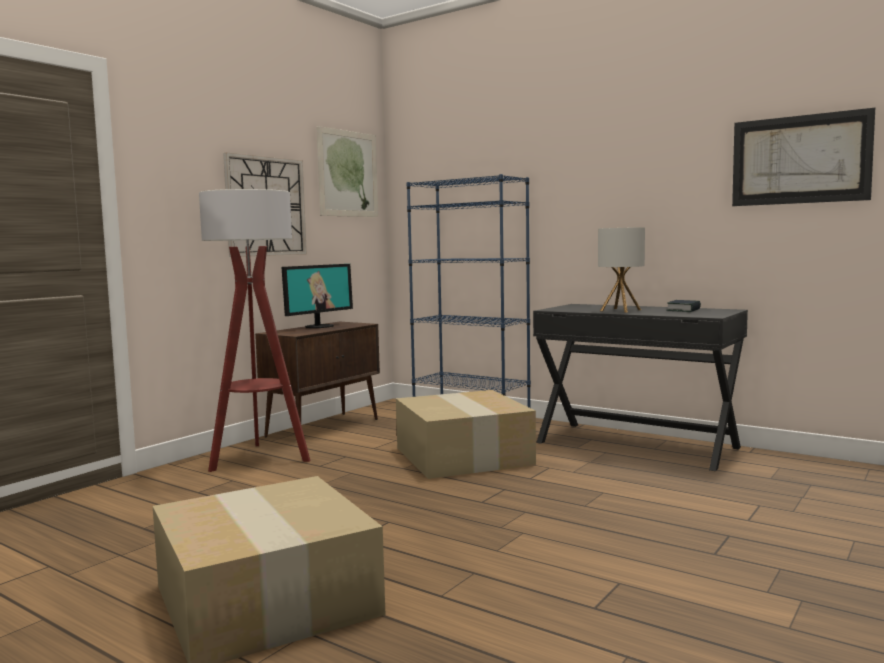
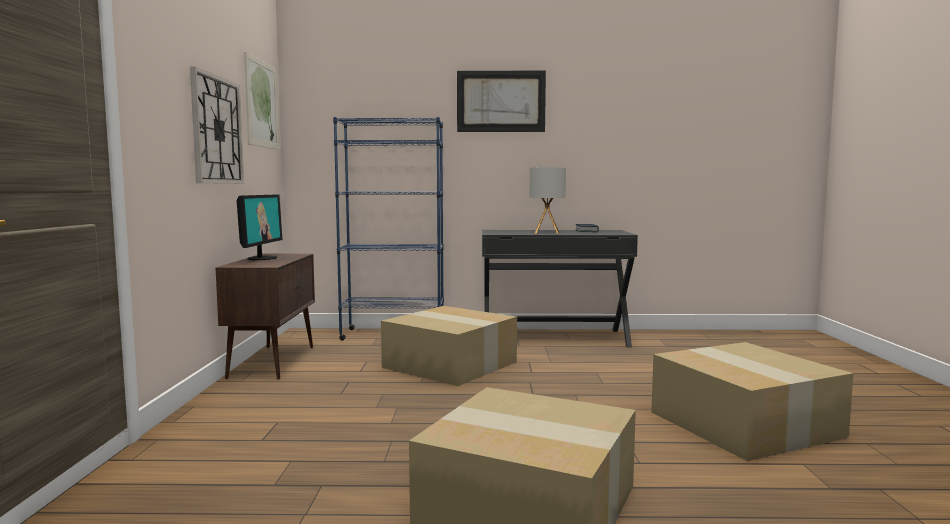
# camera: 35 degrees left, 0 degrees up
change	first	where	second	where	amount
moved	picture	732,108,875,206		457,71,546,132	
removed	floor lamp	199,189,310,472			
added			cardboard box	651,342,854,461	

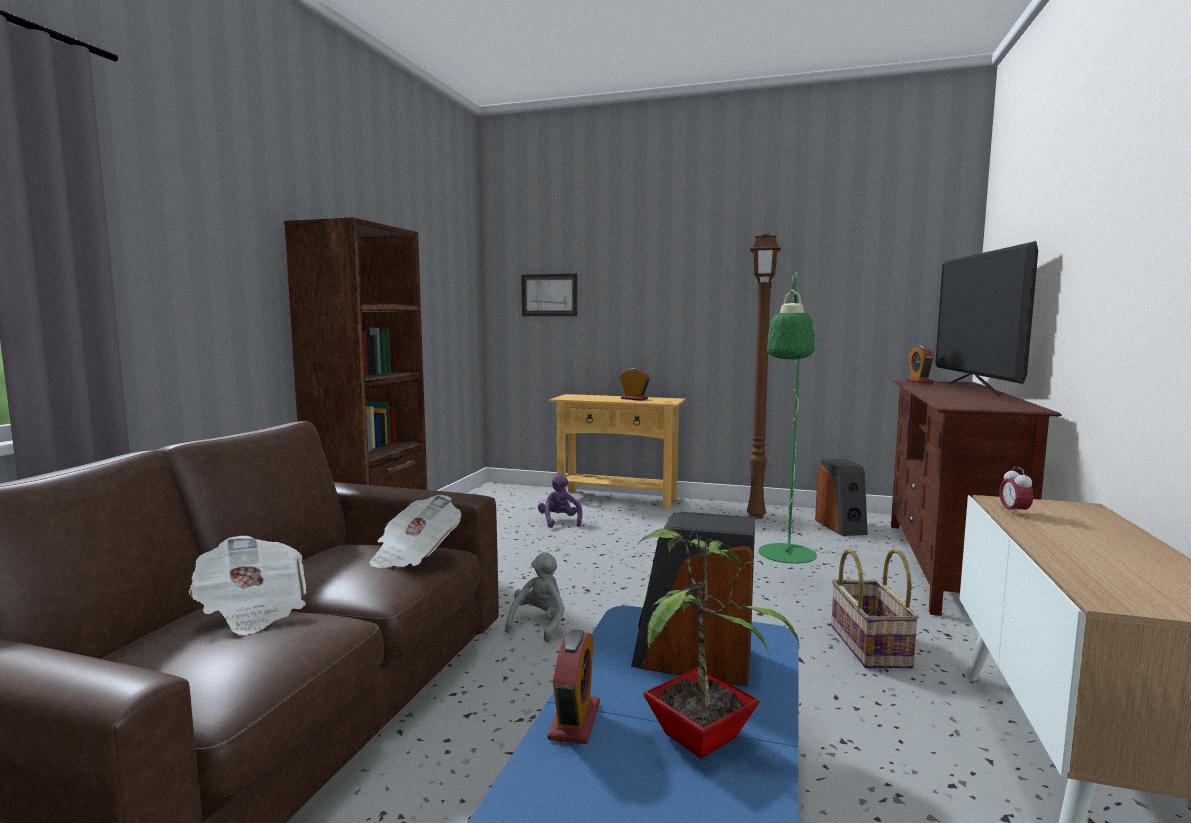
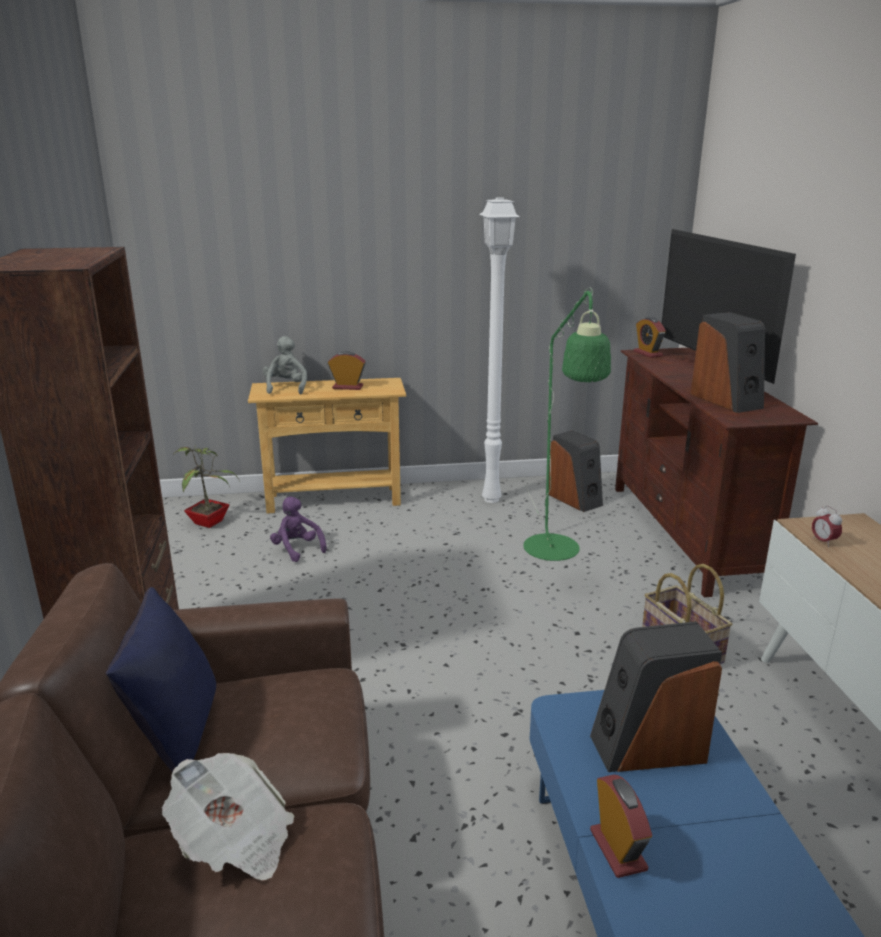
# camera: 25 degrees left, 15 degrees up
change	first	where	second	where	amount
recoloured	brown floor lamp	747,234,781,519	white floor lamp	480,197,520,503	
removed	picture	521,273,577,316			
removed	newspaper	369,495,461,568			
moved	potted plant	638,524,799,759		175,444,240,528	
moved	grey plush toy	505,552,564,642		263,336,307,394	
added			speaker	690,312,765,413	
added			blue pillow	106,587,216,772	

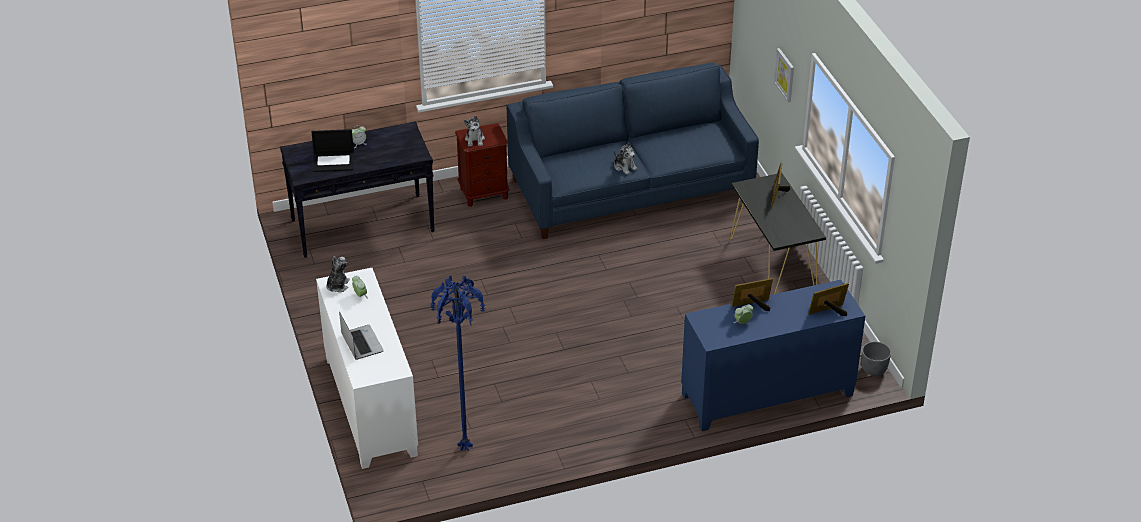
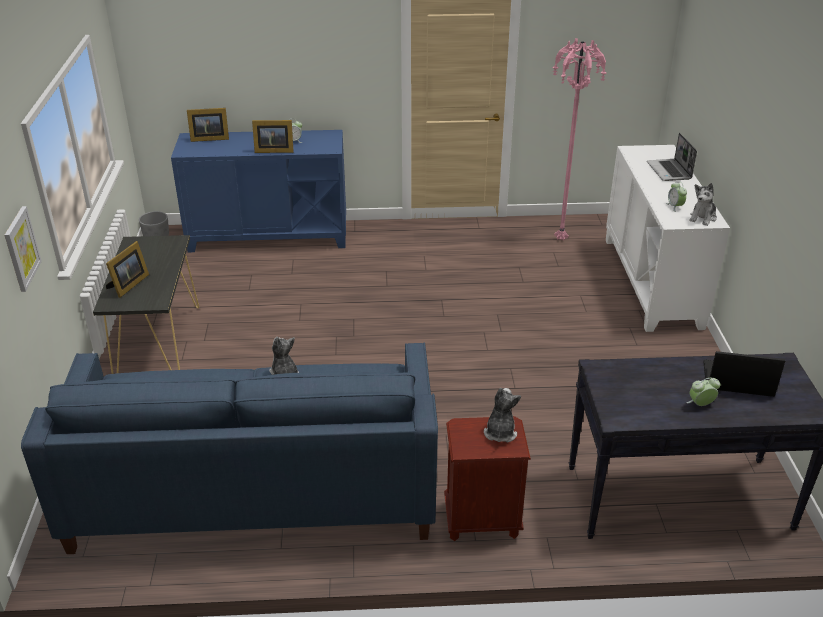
# camera: 165 degrees left, 5 degrees down
change	first	where	second	where	amount
recoloured	blue floor lamp	430,275,486,451	pink floor lamp	552,38,607,241	

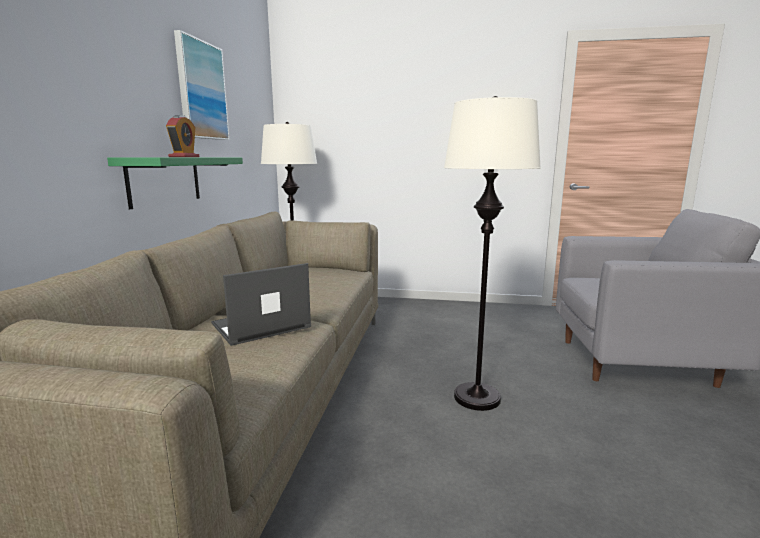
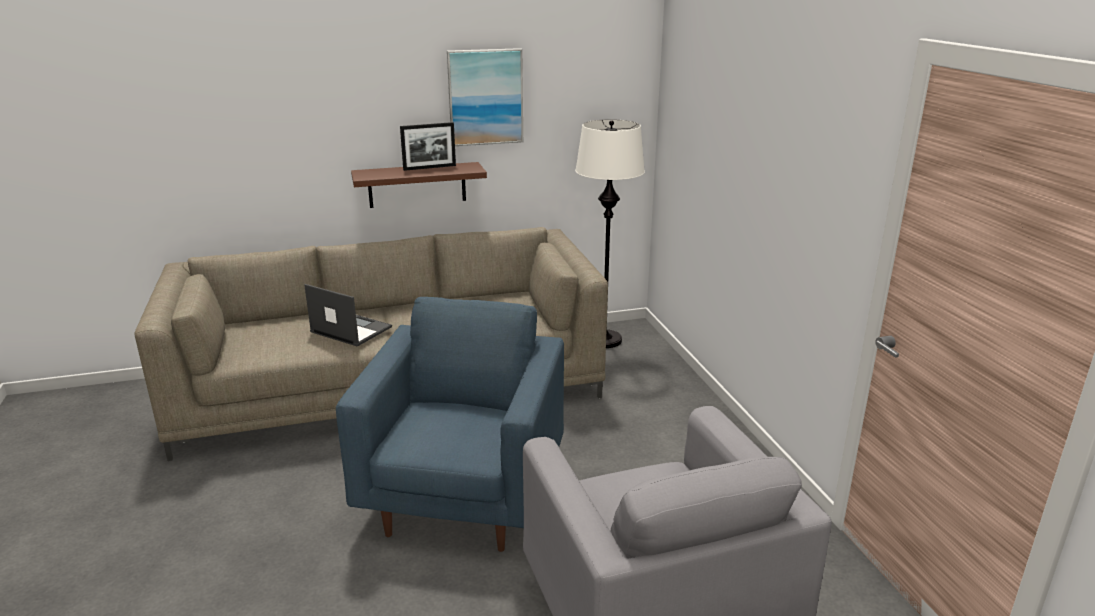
# camera: 65 degrees right, 10 degrees up
change	first	where	second	where	amount
replaced	white floor lamp	444,96,541,411	blue armchair	336,297,564,552	
replaced	alarm clock	166,115,199,157	picture frame	400,122,456,171	
recoloured	green shelf	107,158,243,209	brown shelf	351,162,487,208	

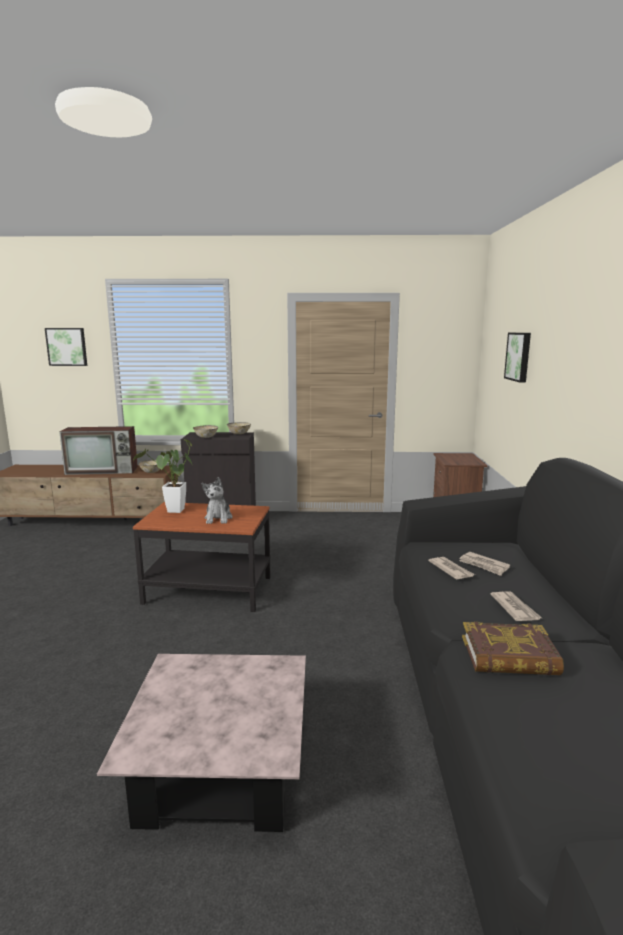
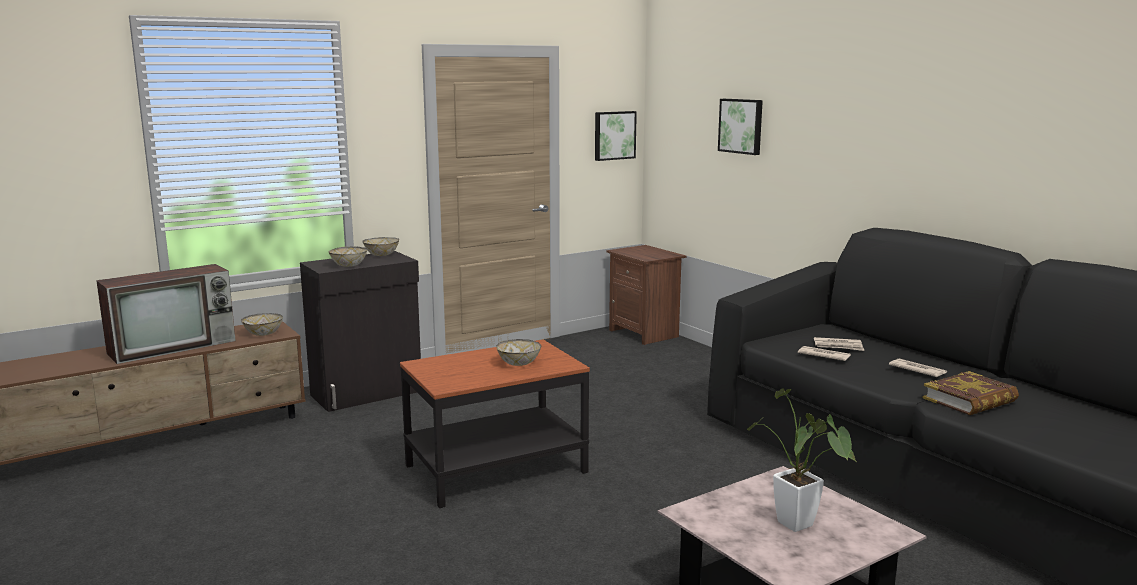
# camera: 35 degrees left, 0 degrees up
change	first	where	second	where	amount
moved	picture	45,328,87,366		595,111,637,161	
moved	potted plant	133,439,192,513		747,388,857,532	
replaced	plush toy	201,477,233,524	bowl	496,339,541,366	

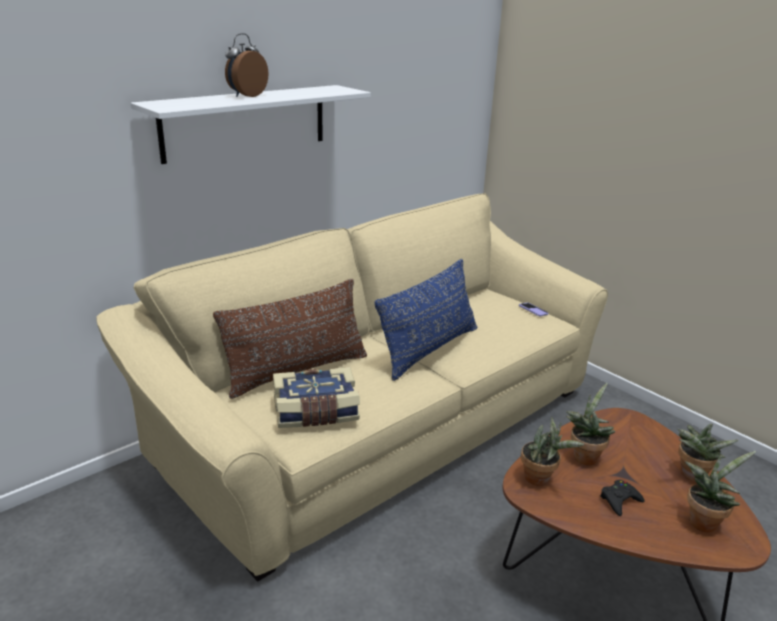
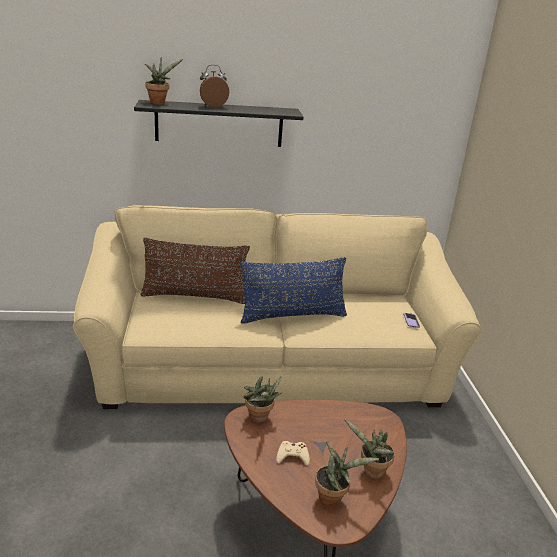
# camera: 35 degrees right, 0 degrees up
change	first	where	second	where	amount
recoloured	white shelf	131,85,371,164	black shelf	134,100,304,147	
removed	book	273,367,360,428			
moved	potted plant	566,382,615,465		145,57,183,104	
recoloured	black game controller	600,480,645,516	beige game controller	276,441,310,466	

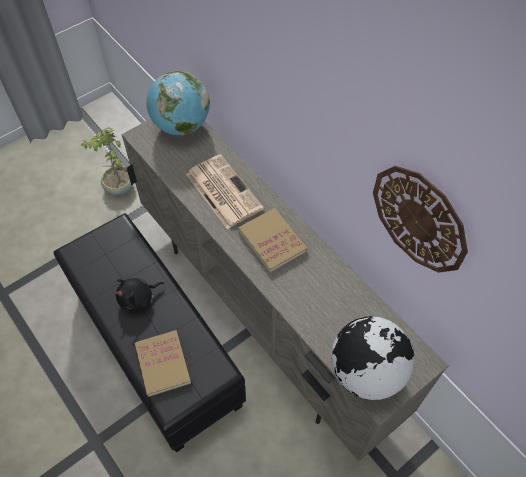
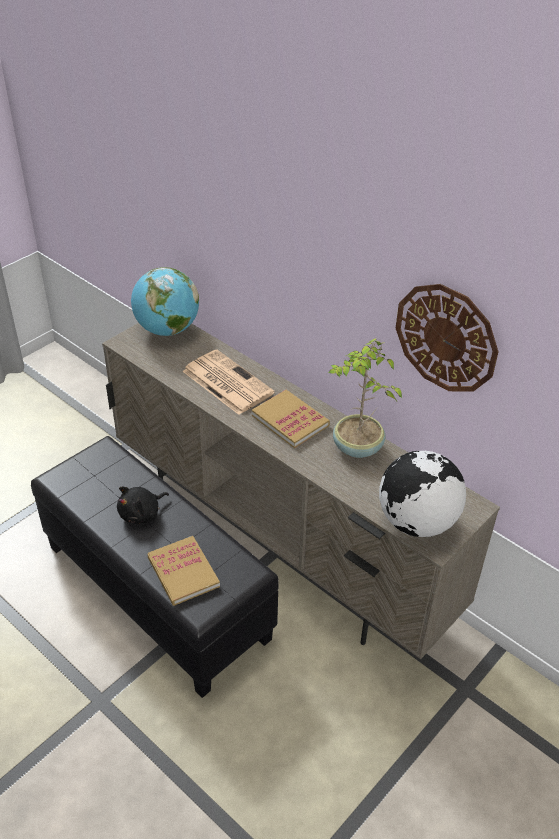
# camera: 10 degrees left, 15 degrees down
change	first	where	second	where	amount
moved	potted plant	81,127,133,195		328,338,402,458	

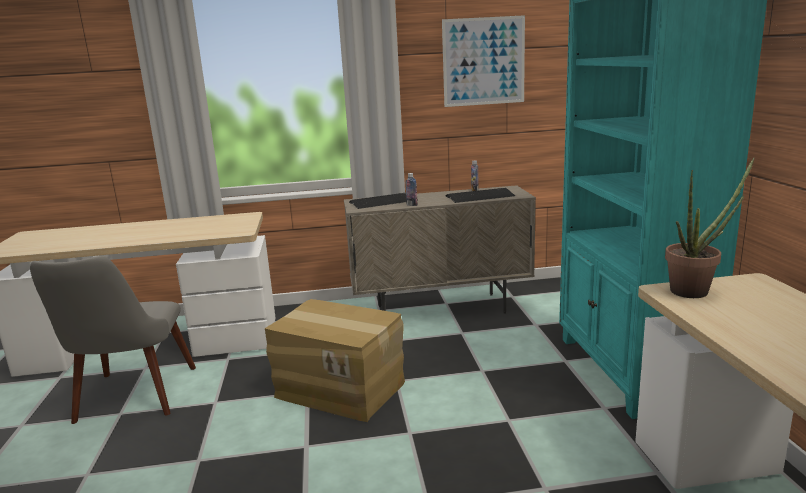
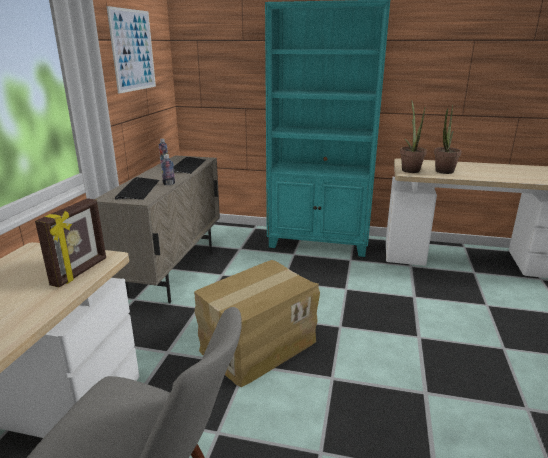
# camera: 70 degrees left, 5 degrees up
change	first	where	second	where	amount
added			potted plant	434,105,462,174	
added			picture frame	35,198,106,287	

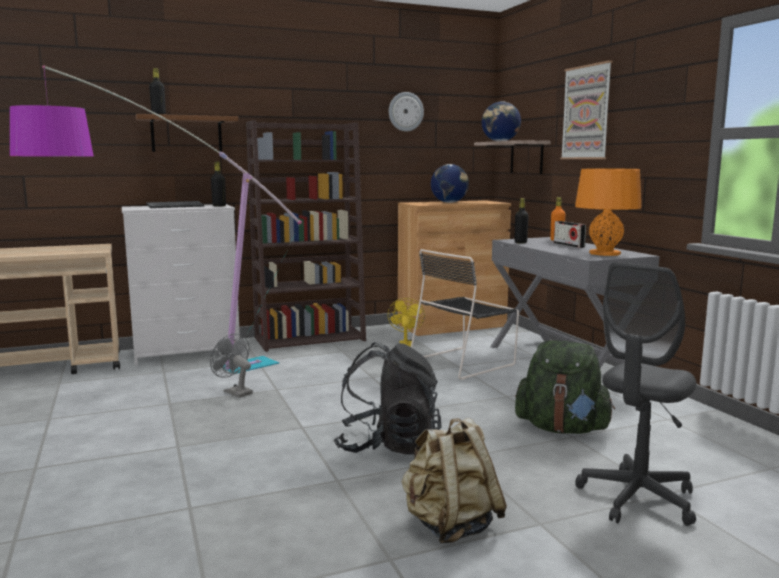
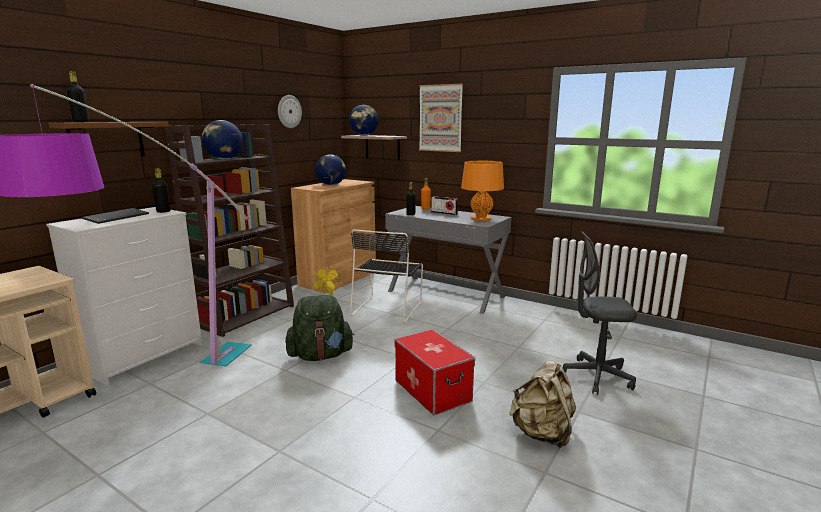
# camera: 35 degrees left, 5 degrees up
change	first	where	second	where	amount
turned	grey office chair	575,262,696,526		562,231,637,395	90 degrees clockwise
removed	grey fan	210,334,253,398			
moved	green backpack	515,340,615,434		285,295,354,361	
replaced	black backpack	334,343,442,455	storage box	395,329,475,415	
added			globe	202,120,243,160	

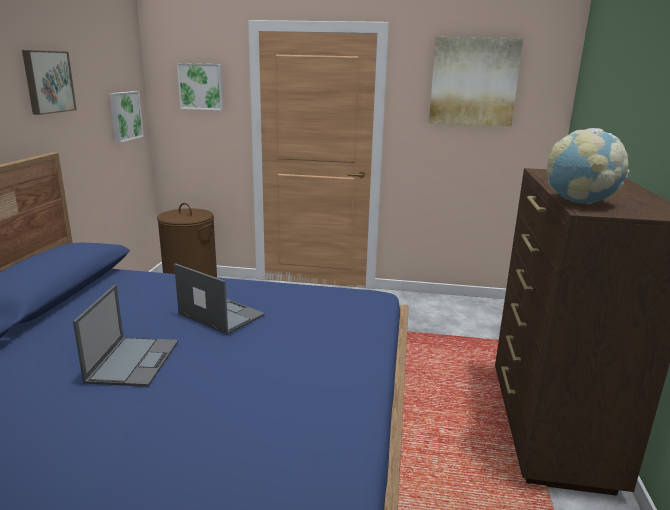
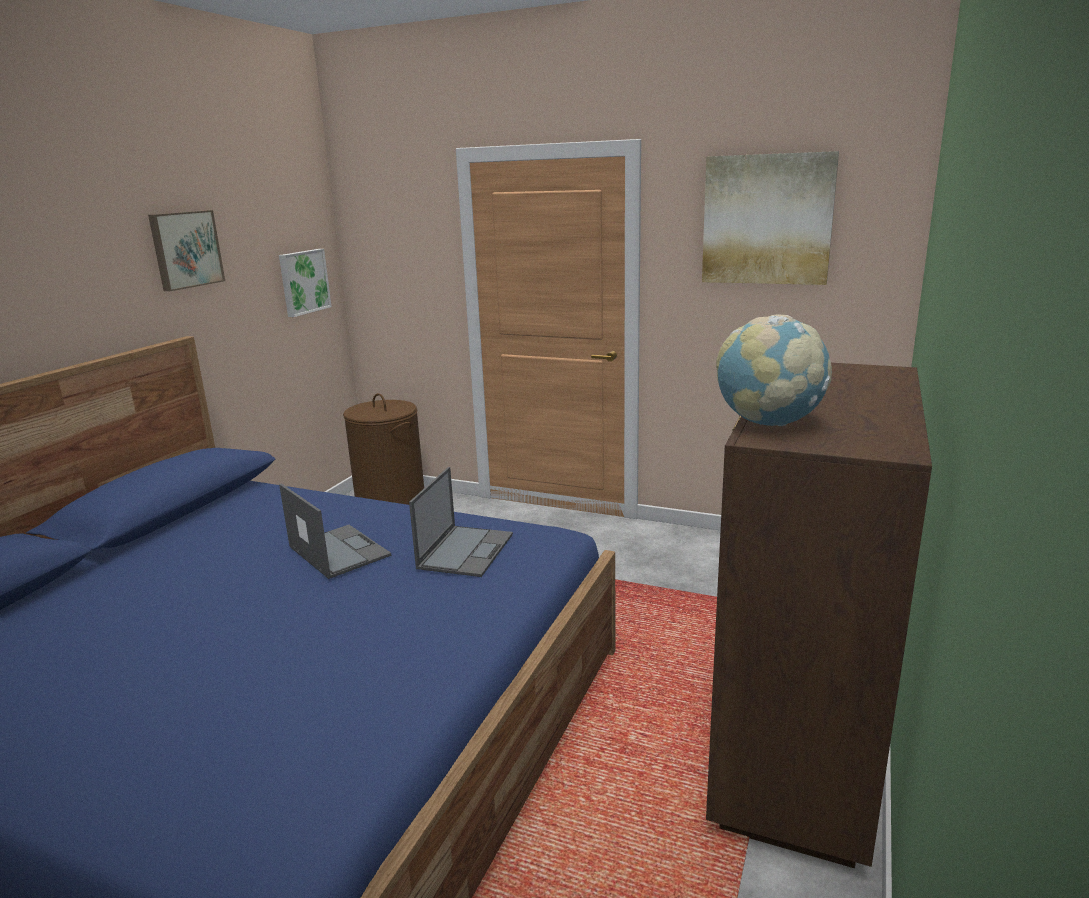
# camera: 15 degrees right, 0 degrees up
change	first	where	second	where	amount
removed	picture	177,63,224,111			
moved	laptop	73,285,178,387		409,467,513,577	

